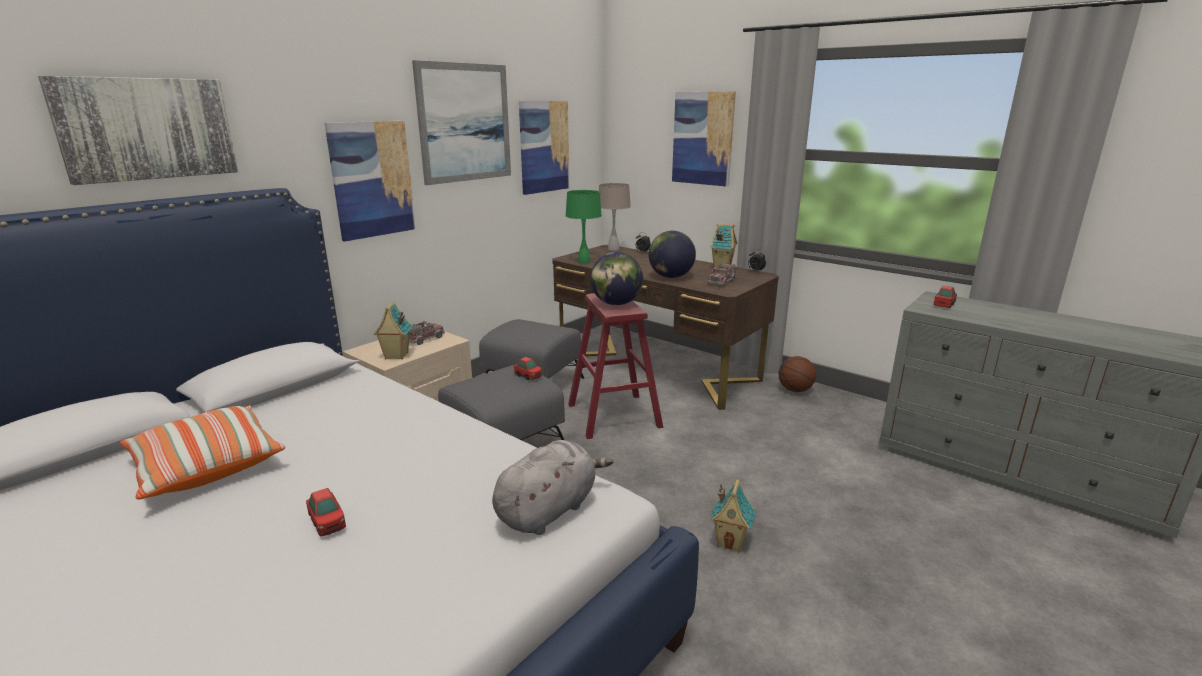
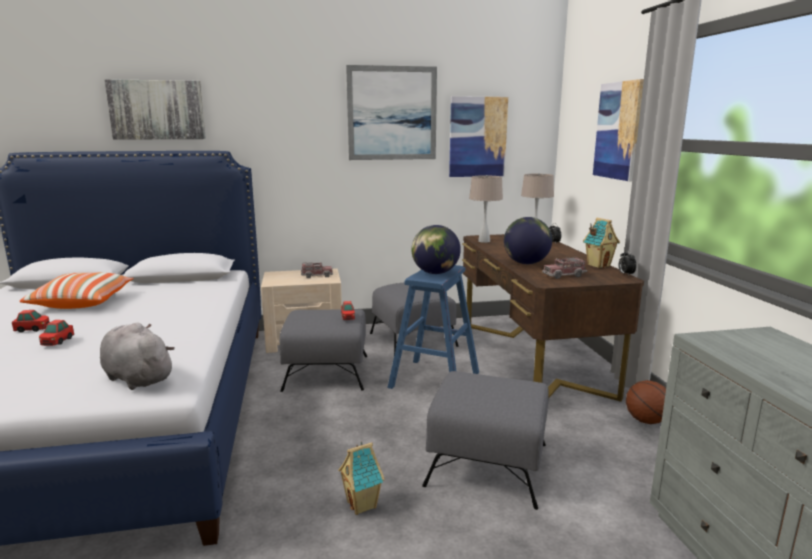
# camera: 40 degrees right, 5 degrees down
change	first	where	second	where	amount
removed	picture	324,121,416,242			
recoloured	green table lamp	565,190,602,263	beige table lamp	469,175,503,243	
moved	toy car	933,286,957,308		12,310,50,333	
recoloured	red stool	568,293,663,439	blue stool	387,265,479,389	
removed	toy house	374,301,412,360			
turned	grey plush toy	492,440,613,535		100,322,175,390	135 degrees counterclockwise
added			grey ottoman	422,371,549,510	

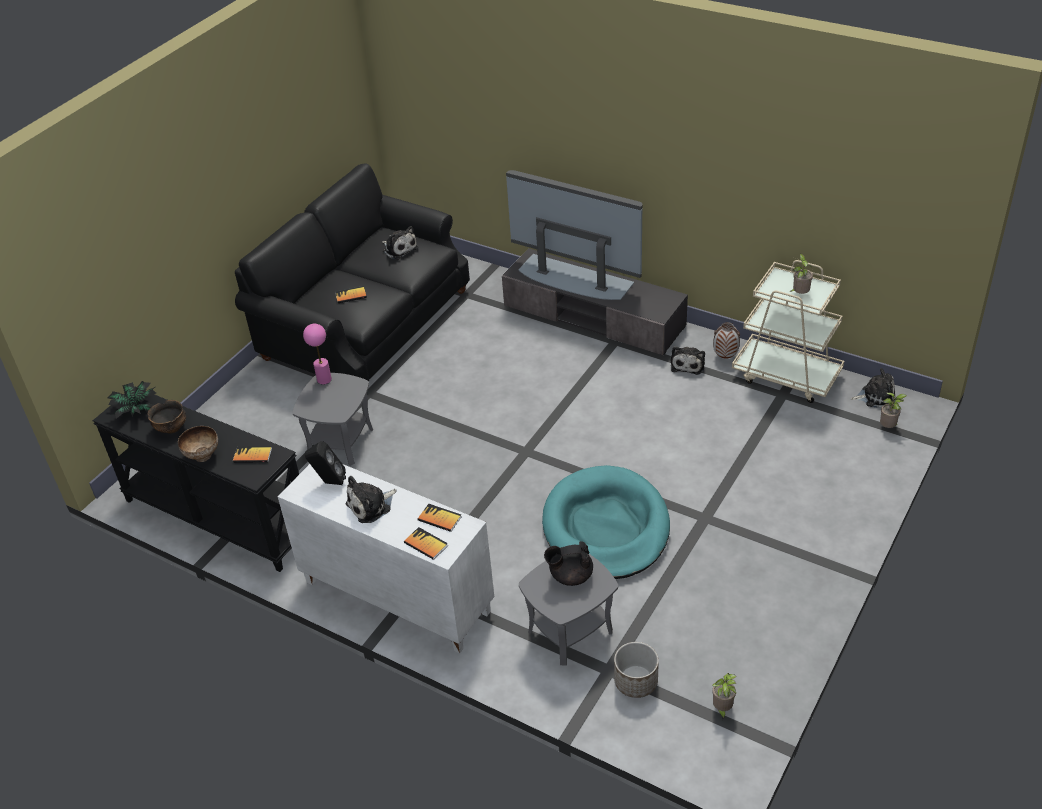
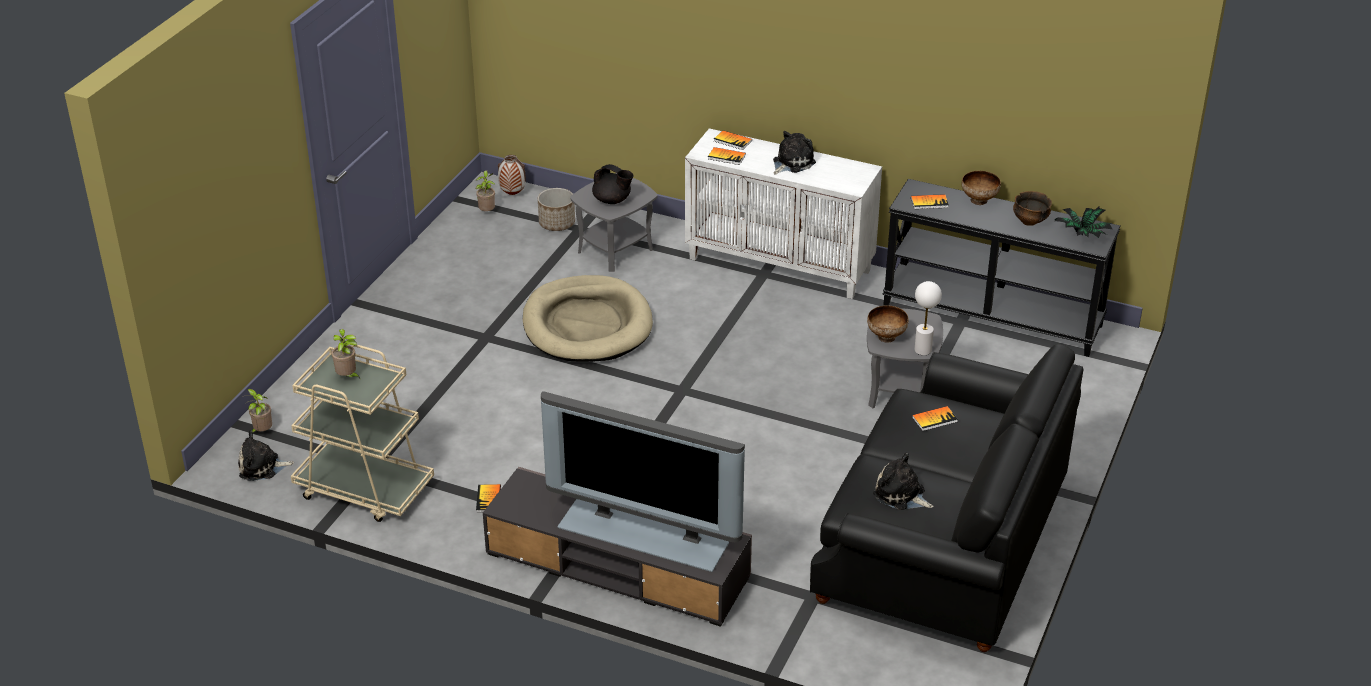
# camera: 170 degrees right, 5 degrees down
change	first	where	second	where	amount
moved	vase	713,322,740,359		498,155,526,195	
recoloured	pink table lamp	303,324,332,385	white table lamp	914,281,942,355	
replaced	plush toy	671,346,705,375	book	476,484,501,513	
removed	black speaker	305,441,346,485			
recoloured	turquoise dog bed	542,465,670,579	beige dog bed	523,275,653,362	
turned	black teapot	544,541,593,586		592,164,634,204	45 degrees clockwise
added			bowl	867,305,909,343	

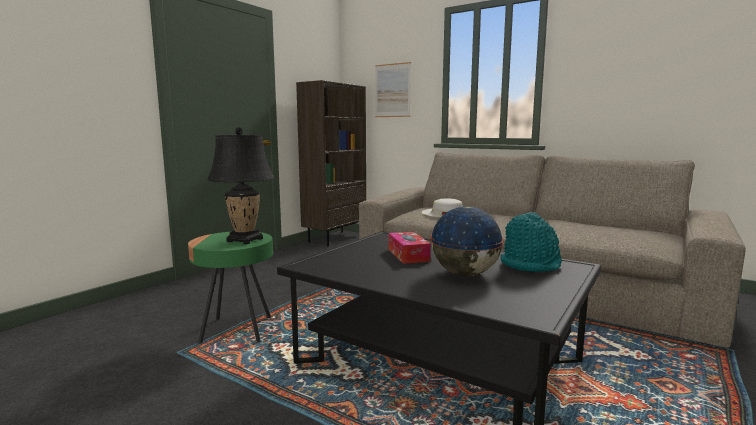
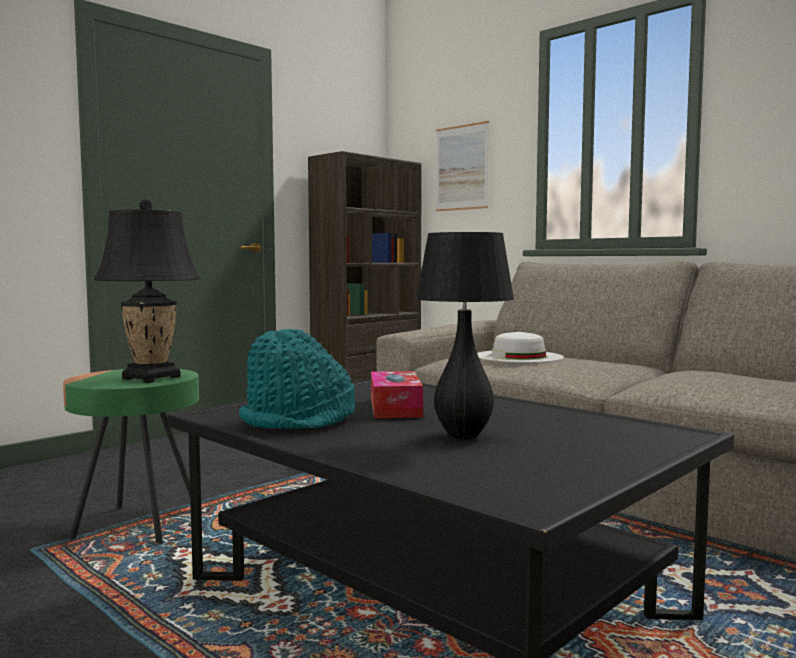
# camera: 10 degrees right, 5 degrees down
change	first	where	second	where	amount
replaced	globe	430,206,504,276	black table lamp	416,232,515,440	
moved	turquoise hat	501,212,562,272		239,329,355,429	

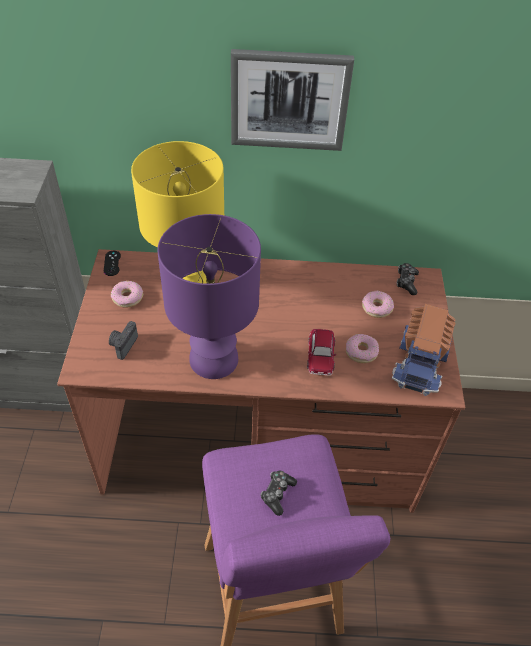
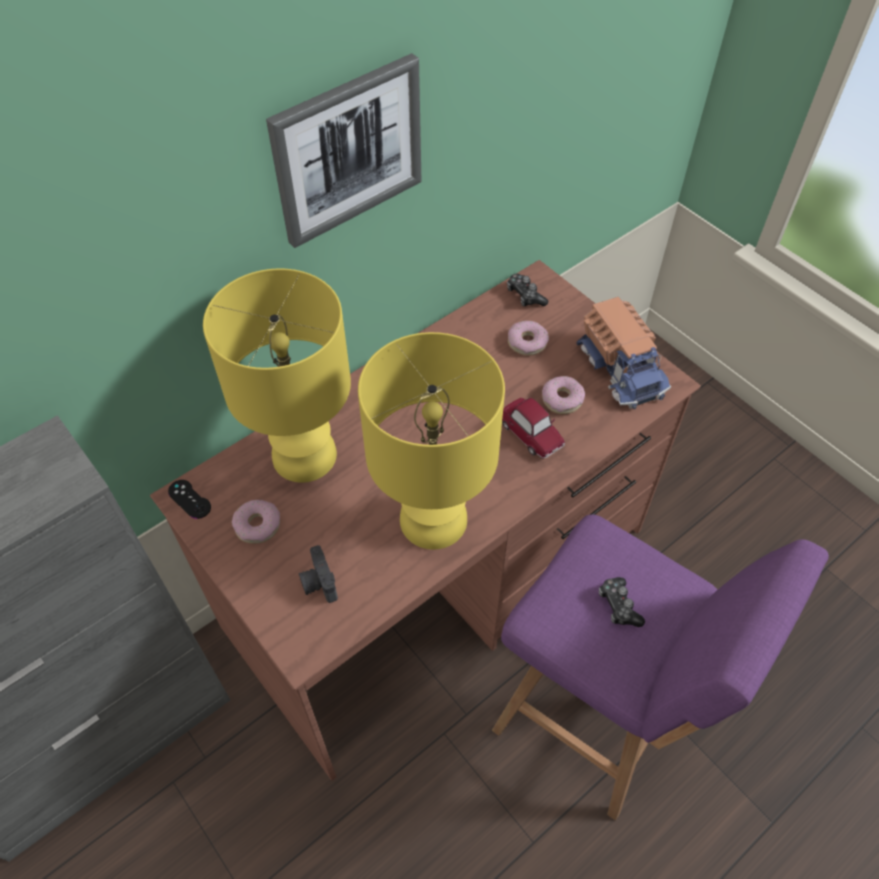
# camera: 40 degrees left, 5 degrees up
change	first	where	second	where	amount
recoloured	purple table lamp	158,214,261,379	yellow table lamp	358,332,505,550	

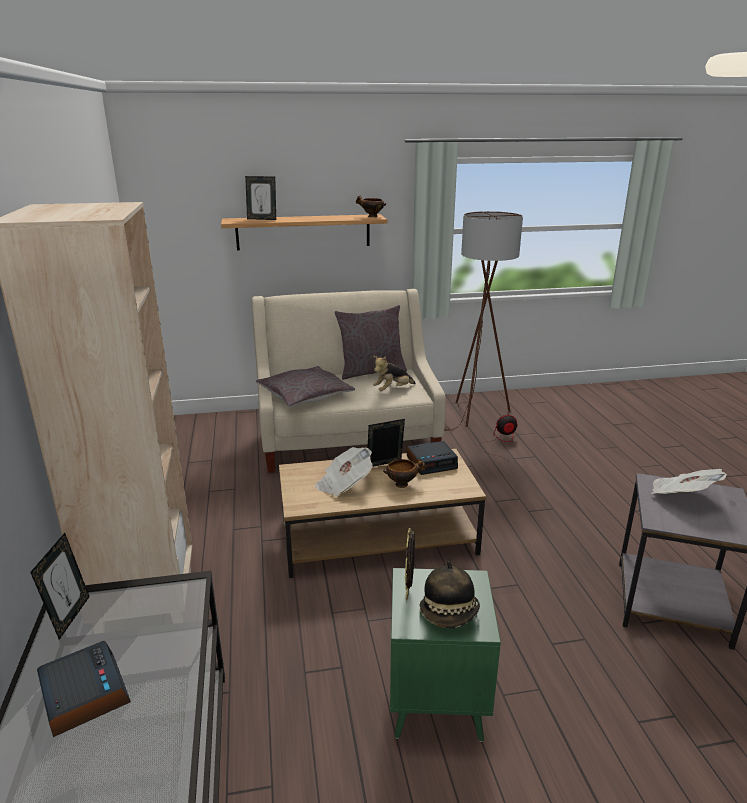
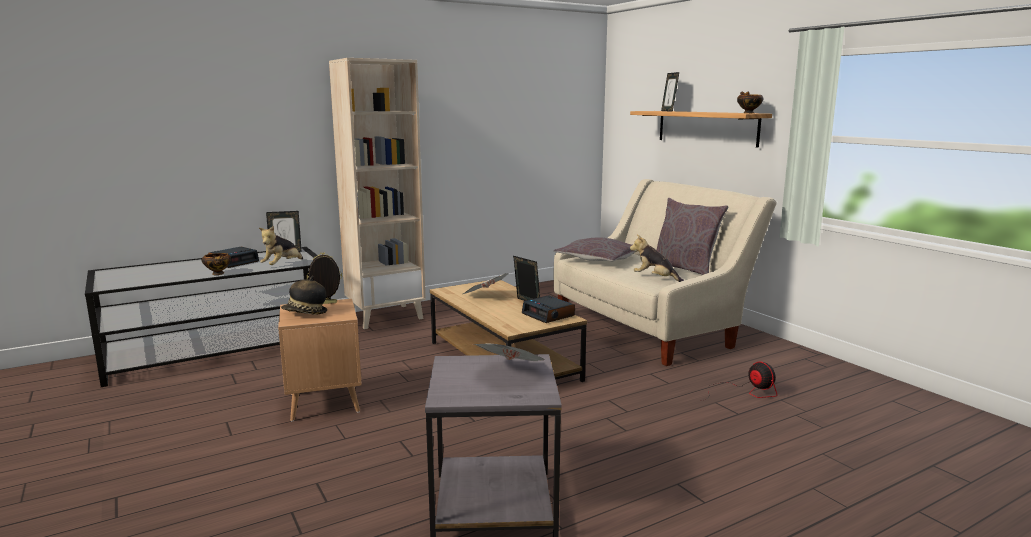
# camera: 70 degrees right, 10 degrees down
change	first	where	second	where	amount
removed	brown floor lamp	444,211,523,431			
moved	bowl	383,458,427,488		202,253,231,275	
recoloured	green side table	390,568,501,742	brown side table	278,299,362,421	
added			plush toy	259,226,303,265	

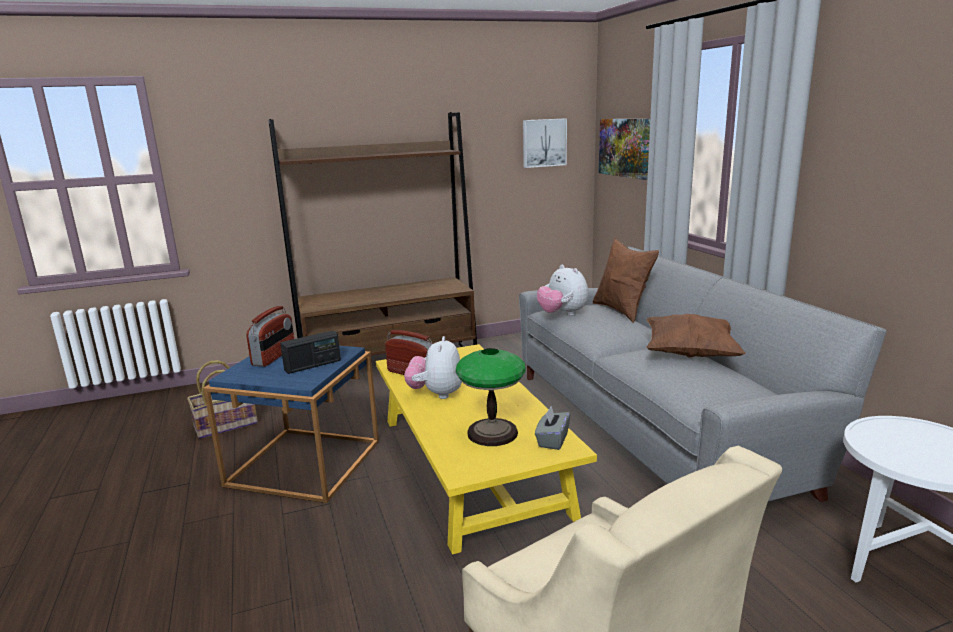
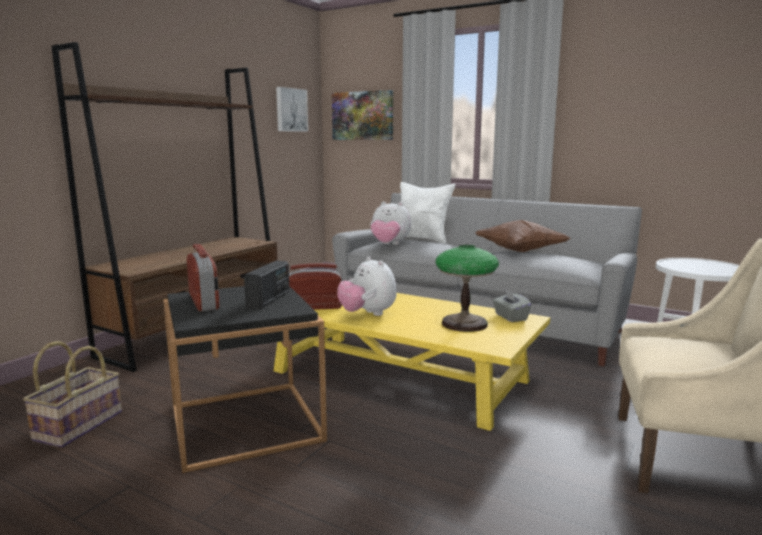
# camera: 40 degrees left, 5 degrees down
change	first	where	second	where	amount
recoloured	brown pillow	593,239,659,323	white pillow	400,182,455,244	
recoloured	blue side table	203,346,379,503	black side table	163,286,327,473	

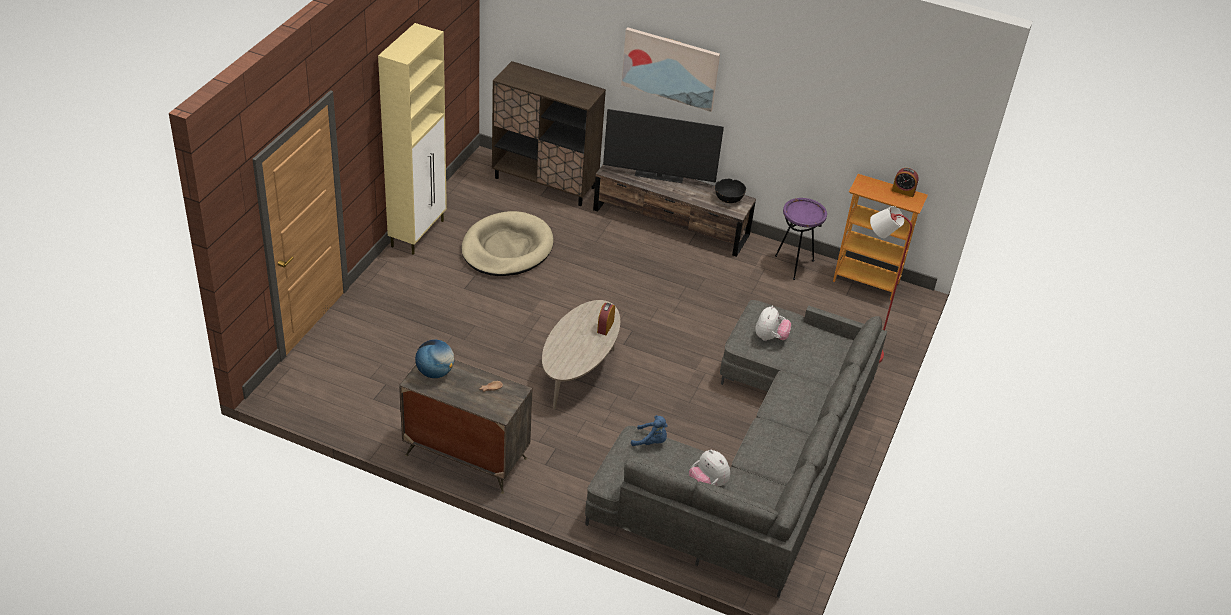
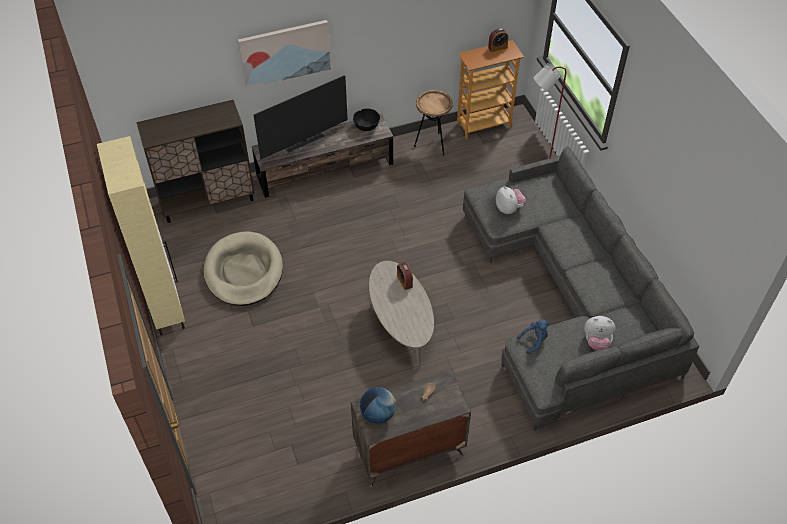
# camera: 40 degrees left, 10 degrees up
change	first	where	second	where	amount
recoloured	purple side table	775,198,827,280	brown side table	414,90,453,156	

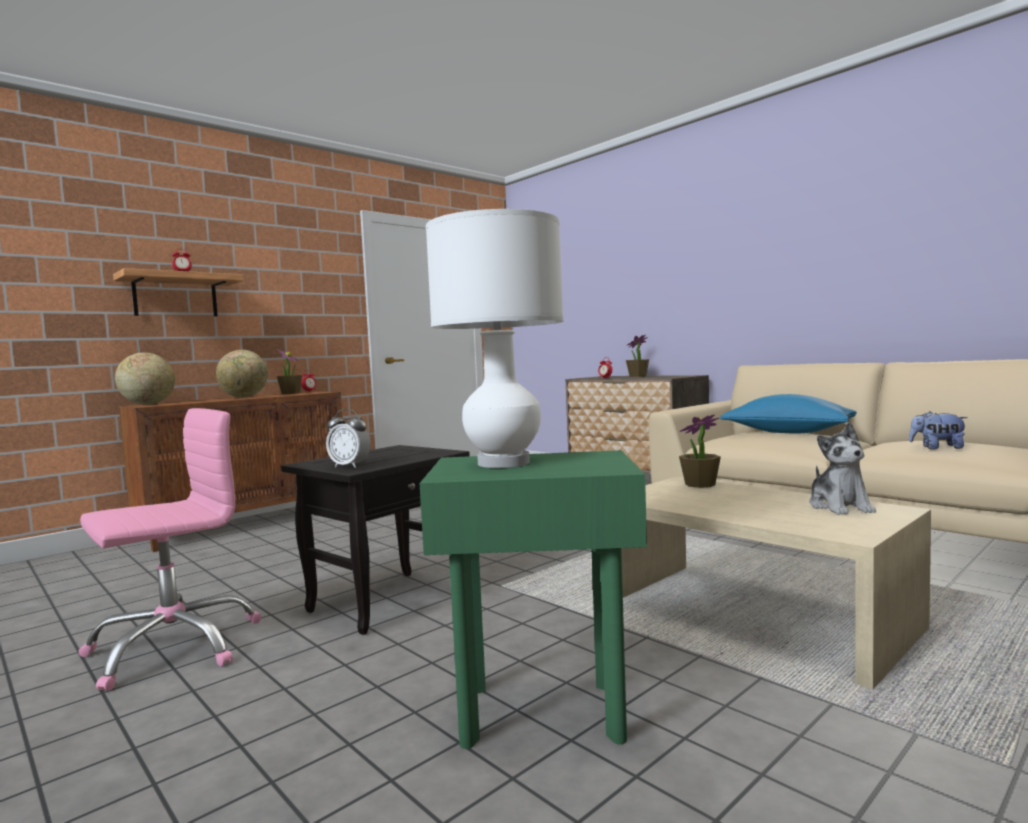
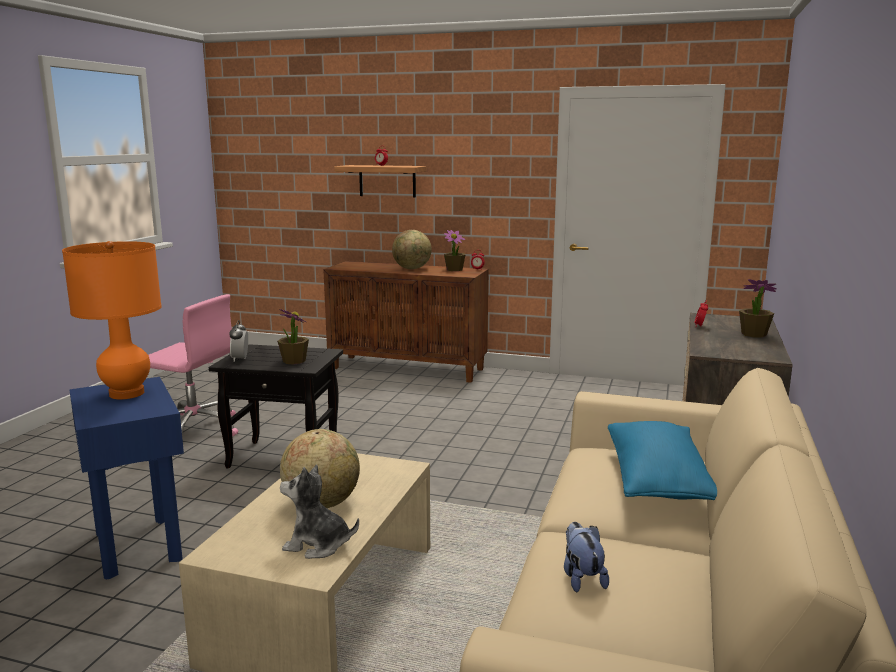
# camera: 60 degrees right, 10 degrees up
change	first	where	second	where	amount
recoloured	white table lamp	426,209,563,468	orange table lamp	62,241,161,399	
moved	globe	115,352,175,405		280,429,360,508	
moved	potted plant	679,414,721,488		277,309,309,364	
turned	plush toy	809,422,876,515		280,465,359,559	45 degrees clockwise
recoloured	green side table	420,450,647,749	blue side table	69,377,184,579	

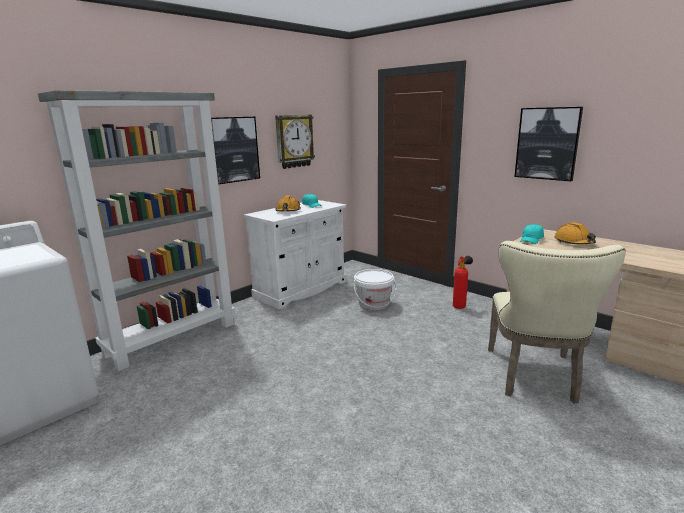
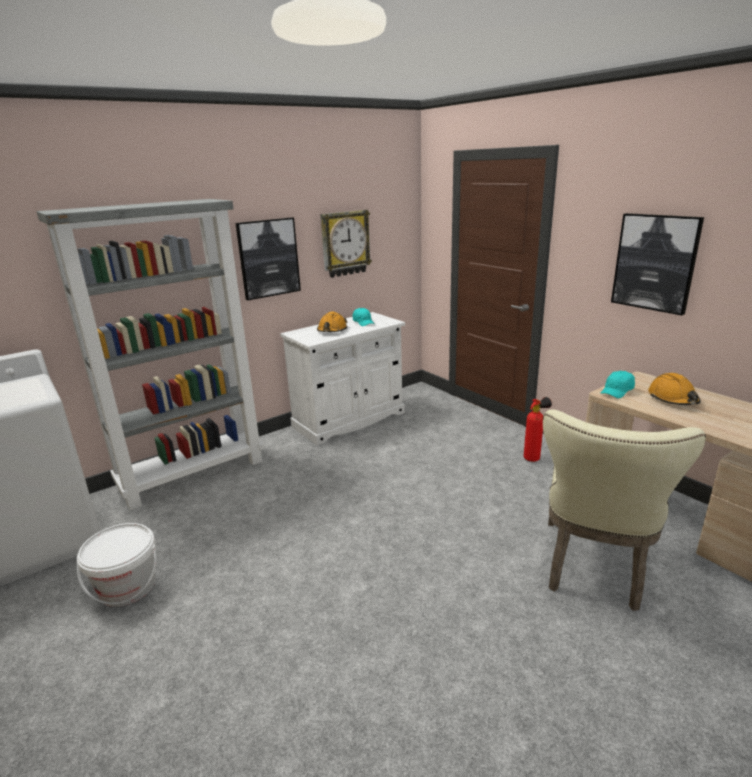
# camera: 10 degrees right, 5 degrees up
change	first	where	second	where	amount
moved	white bucket	354,269,396,310		77,523,157,607	

